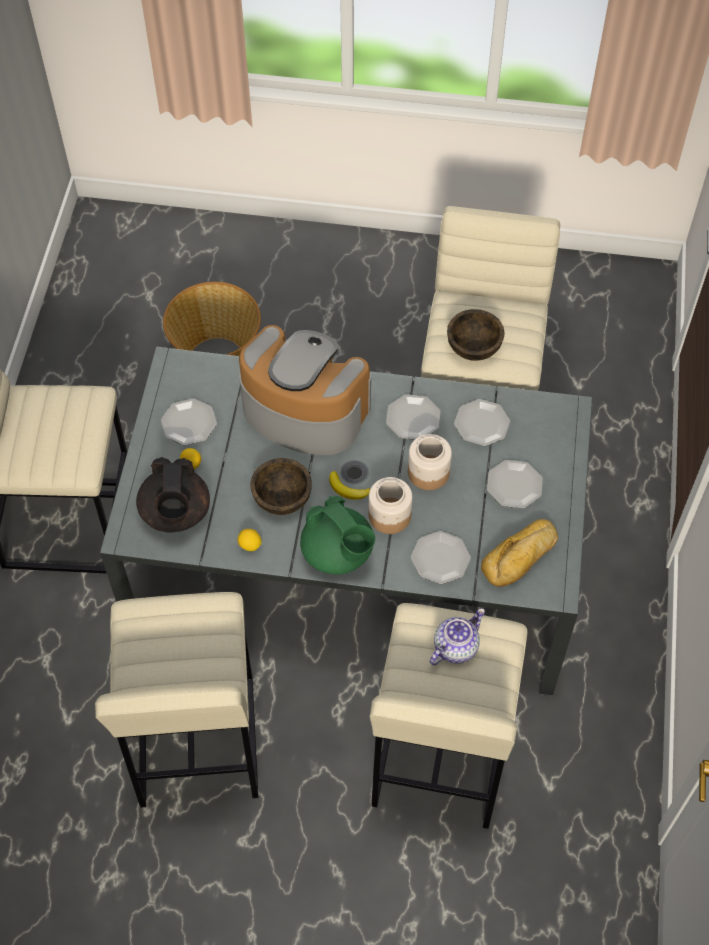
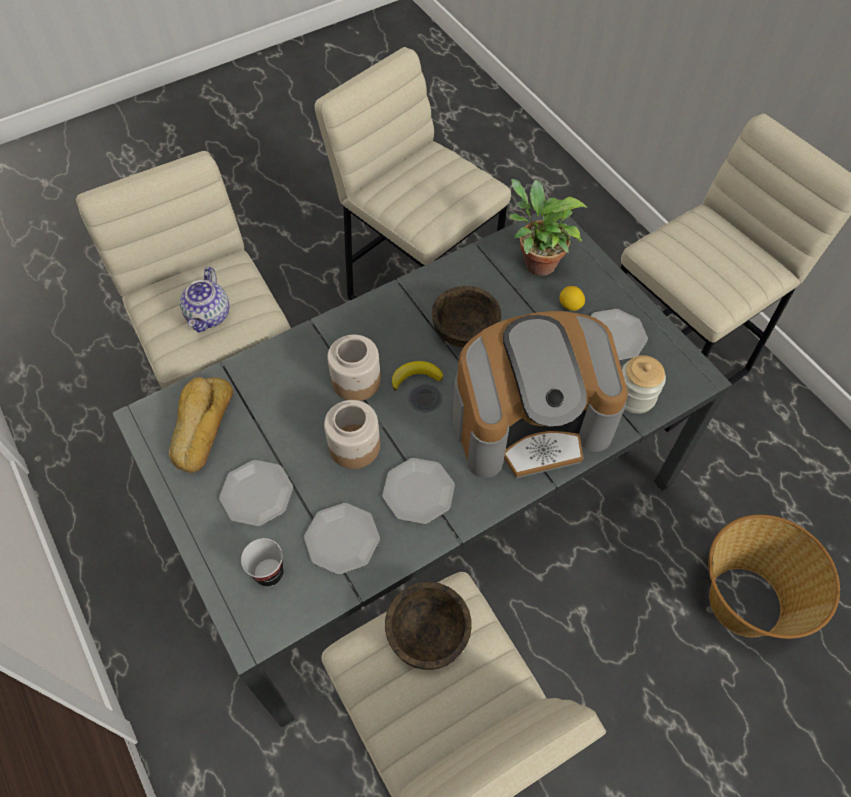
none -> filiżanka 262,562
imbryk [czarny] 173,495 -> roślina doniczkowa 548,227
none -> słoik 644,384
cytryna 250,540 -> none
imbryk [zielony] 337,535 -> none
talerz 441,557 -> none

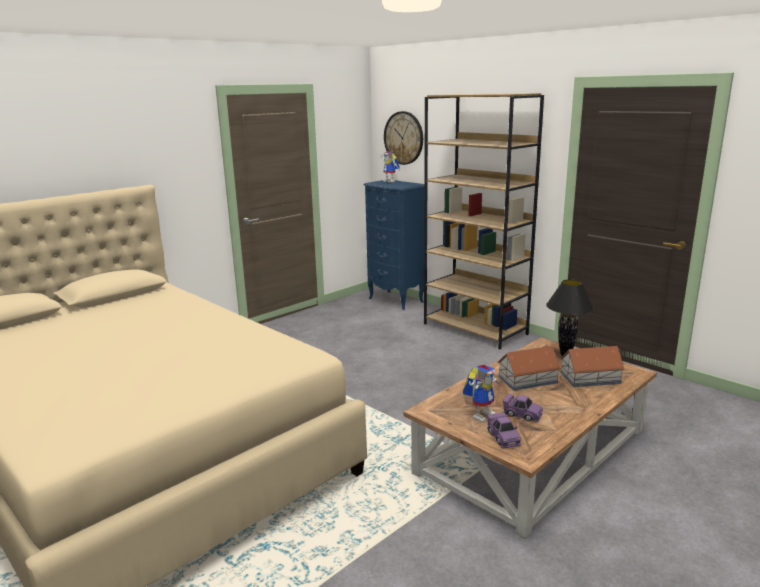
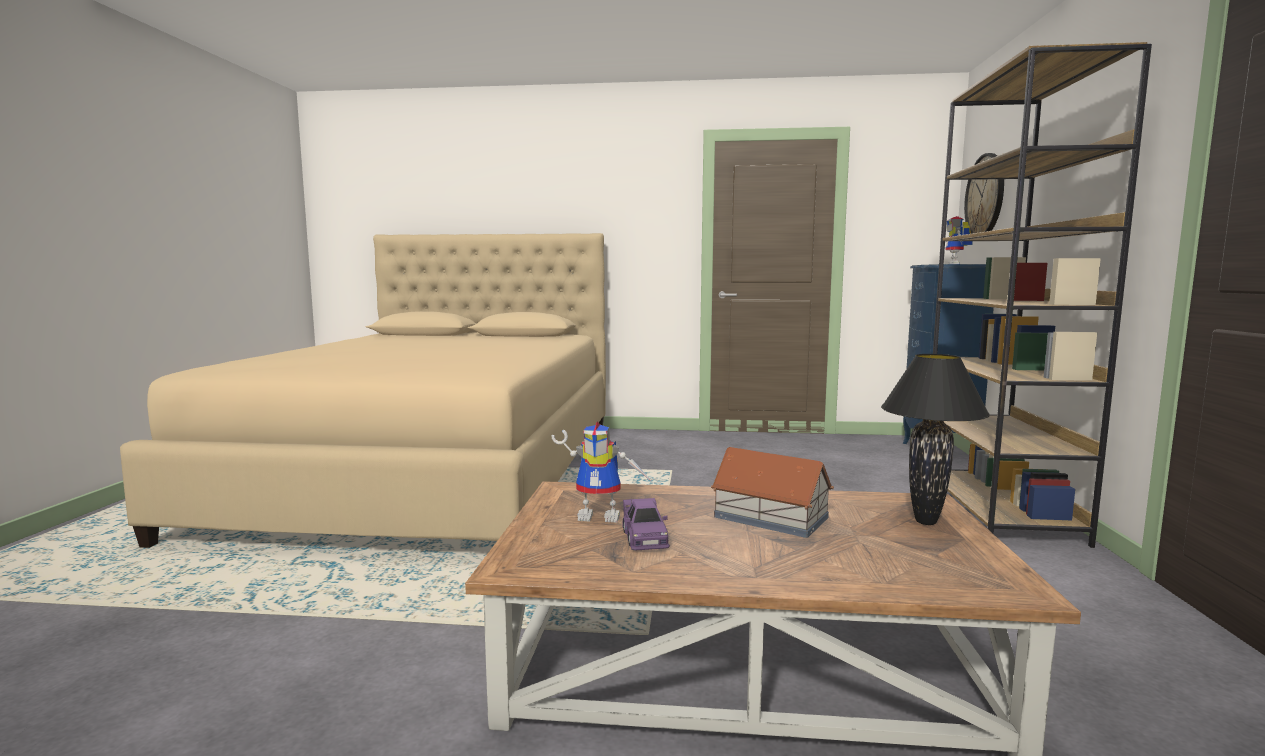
samochodzik [fioletowy] 504,430 -> none
domek 592,366 -> none

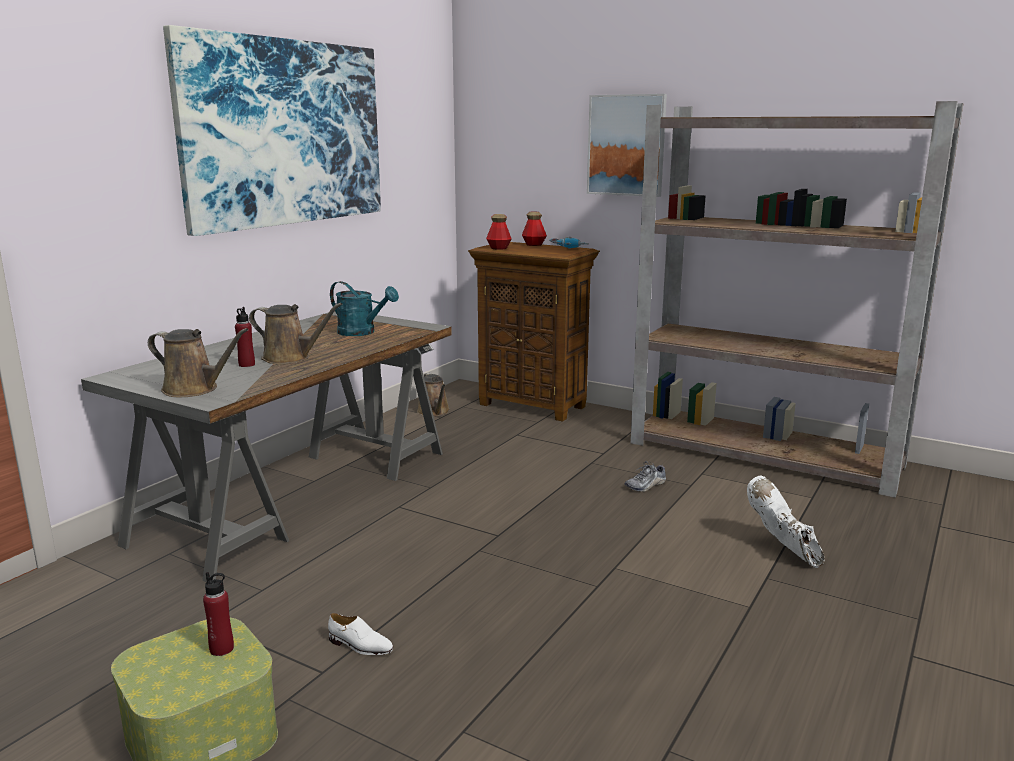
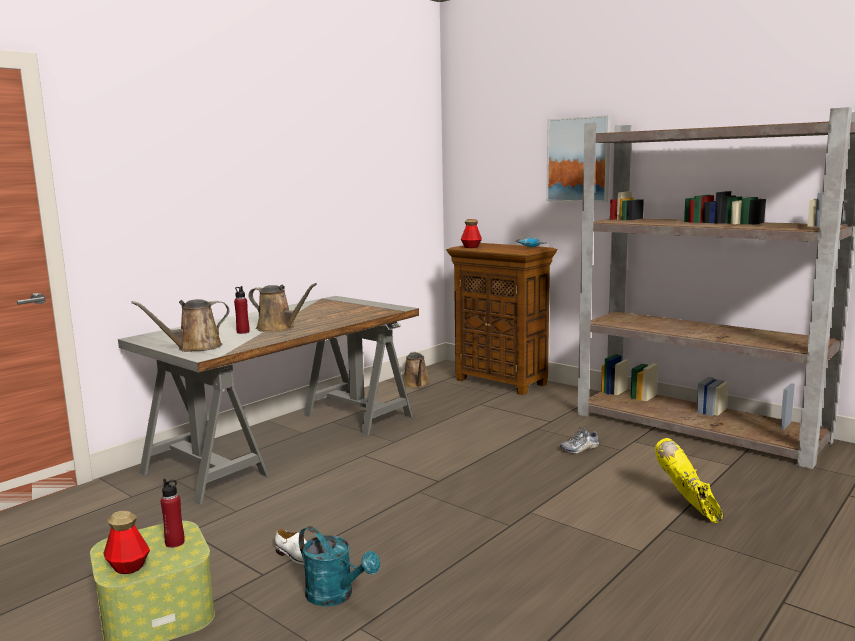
butelka 534,229 -> butelka 126,542, shifted
konewka [brązowy] 198,362 -> konewka [brązowy] 180,325, 120 degrees clockwise
konewka [turkusowy] 364,308 -> konewka [turkusowy] 339,566, shifted
but z cholewką [biały] 785,522 -> but z cholewką [żółty] 689,480
obraz 272,130 -> none

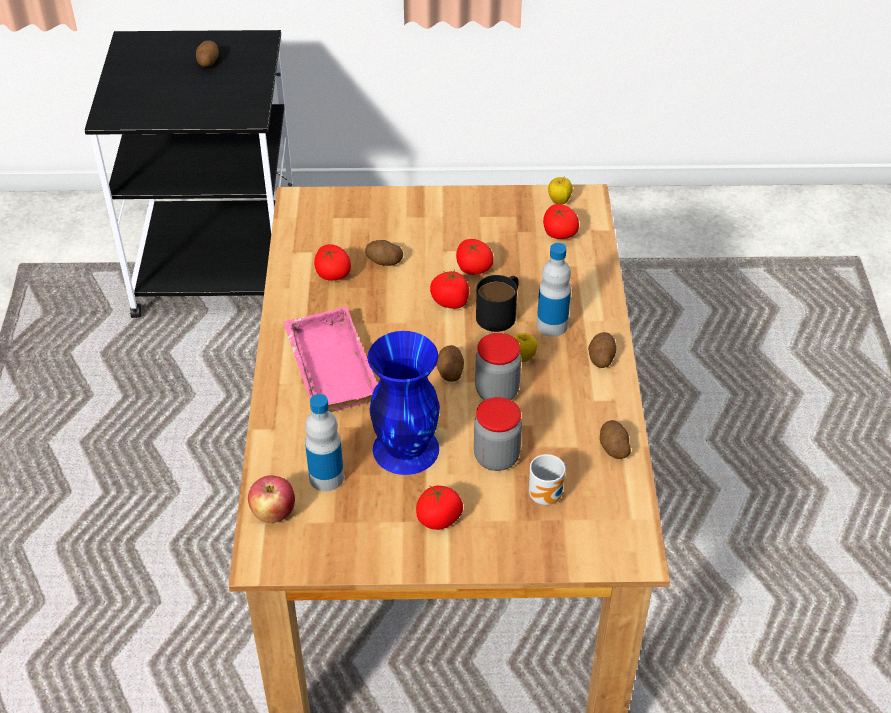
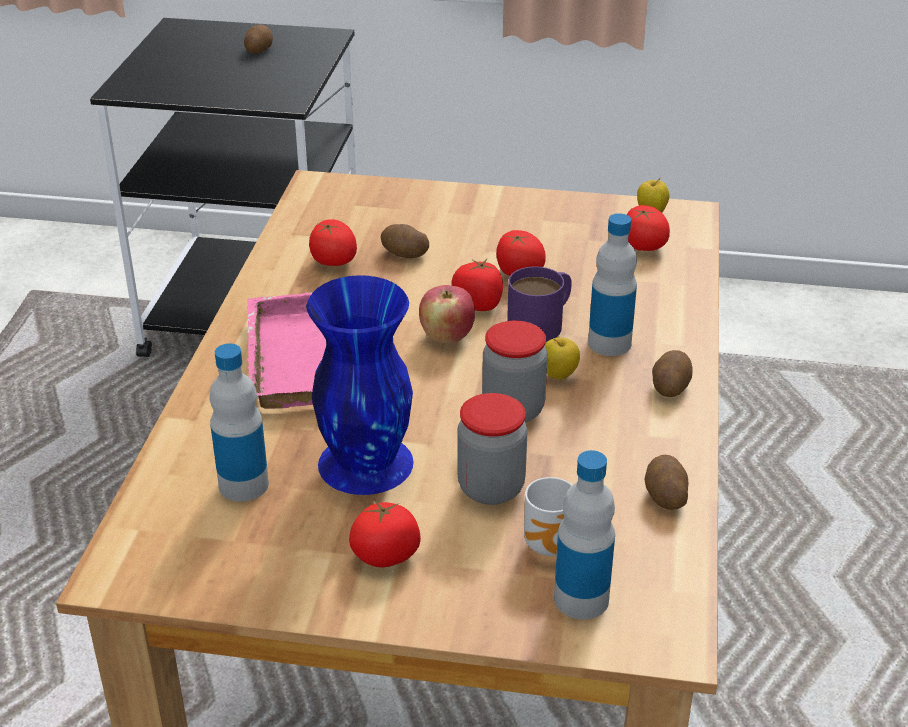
jabłko 271,499 -> jabłko 447,314, shifted
kubek [czarny] 497,303 -> kubek [fioletowy] 539,304
none -> butelka 584,535
ziemniak 450,363 -> none

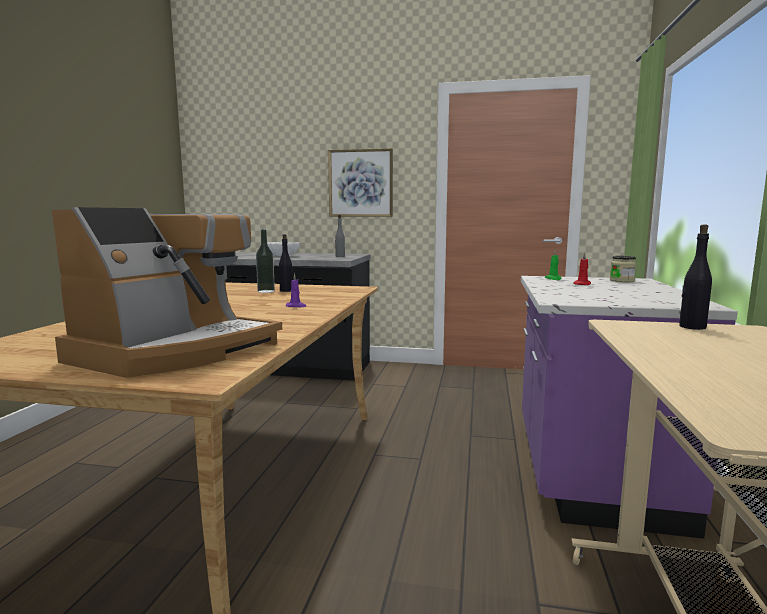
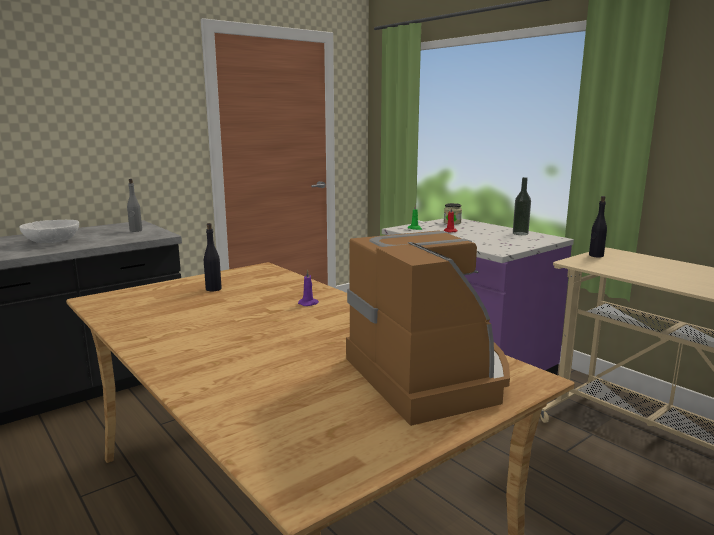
butelka 265,261 -> butelka 522,206, shifted
obraz 360,182 -> none

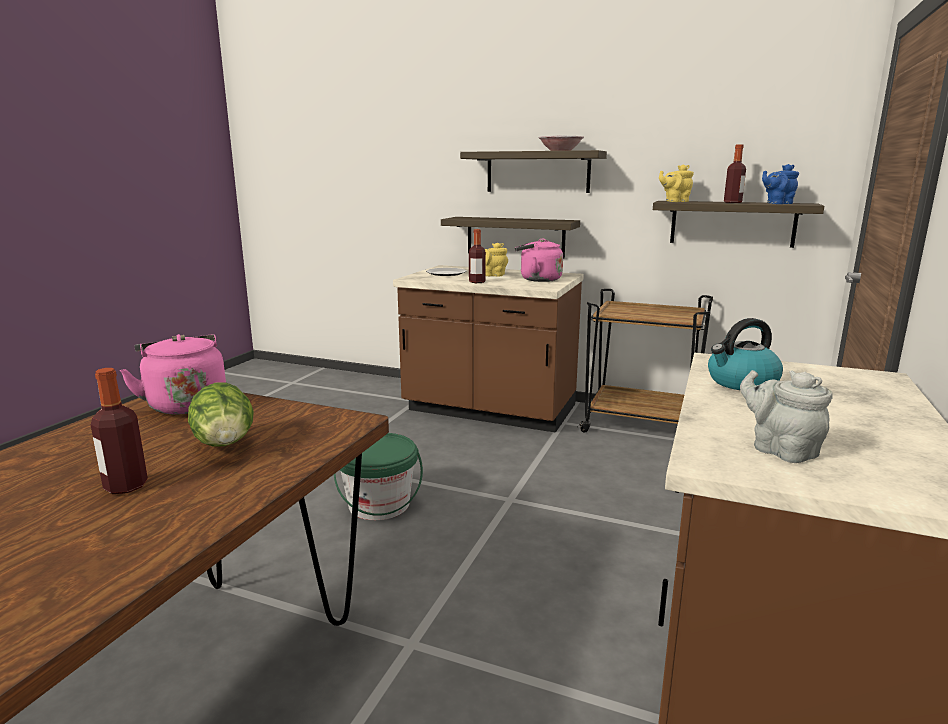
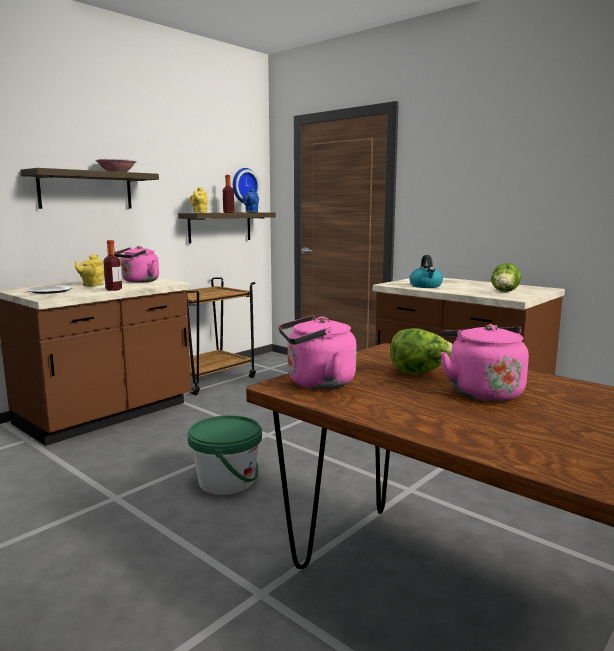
none -> zegar ścienny 246,185
butelka 119,431 -> czajnik [różowy] 484,363
imbryk [szary] 786,416 -> sałata 506,277
półka 510,238 -> none

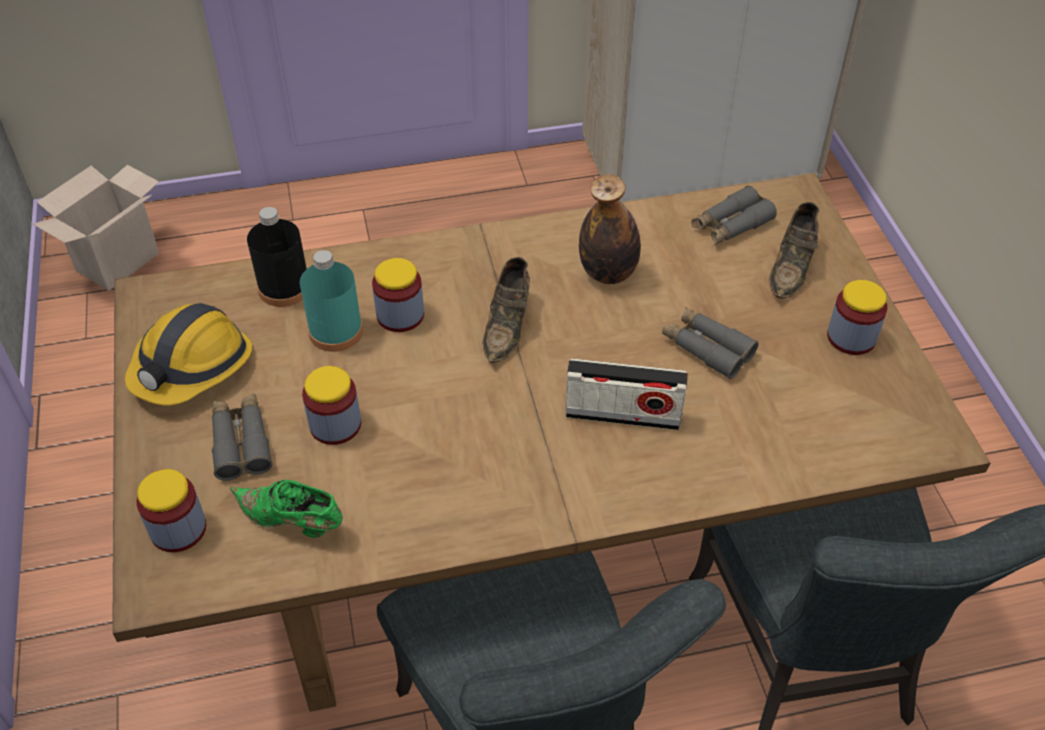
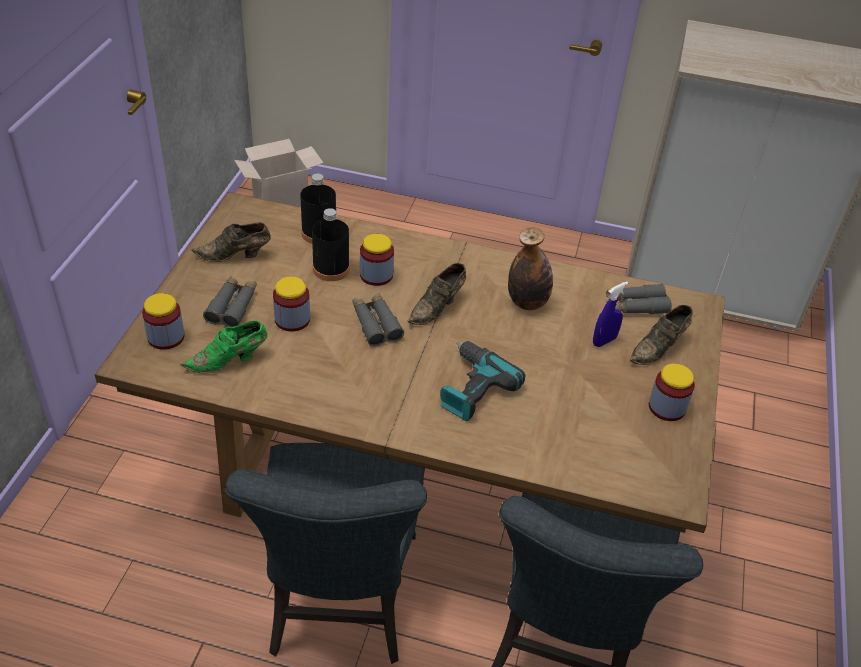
but [zielony] 286,509 -> but [zielony] 224,346, 75 degrees counterclockwise
kask 189,354 -> but [brązowy] 231,242
butelka [turkusowy] 331,301 -> butelka [czarny] 331,244
lornetka [szary] 710,343 -> lornetka [szary] 378,319, shifted
radio 626,394 -> wiertarka 482,381
none -> spryskiwacz [niebieski] 610,314

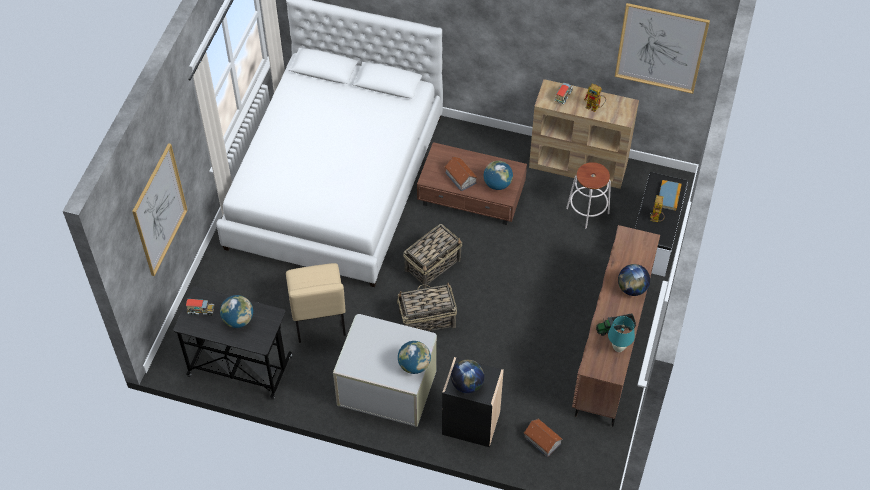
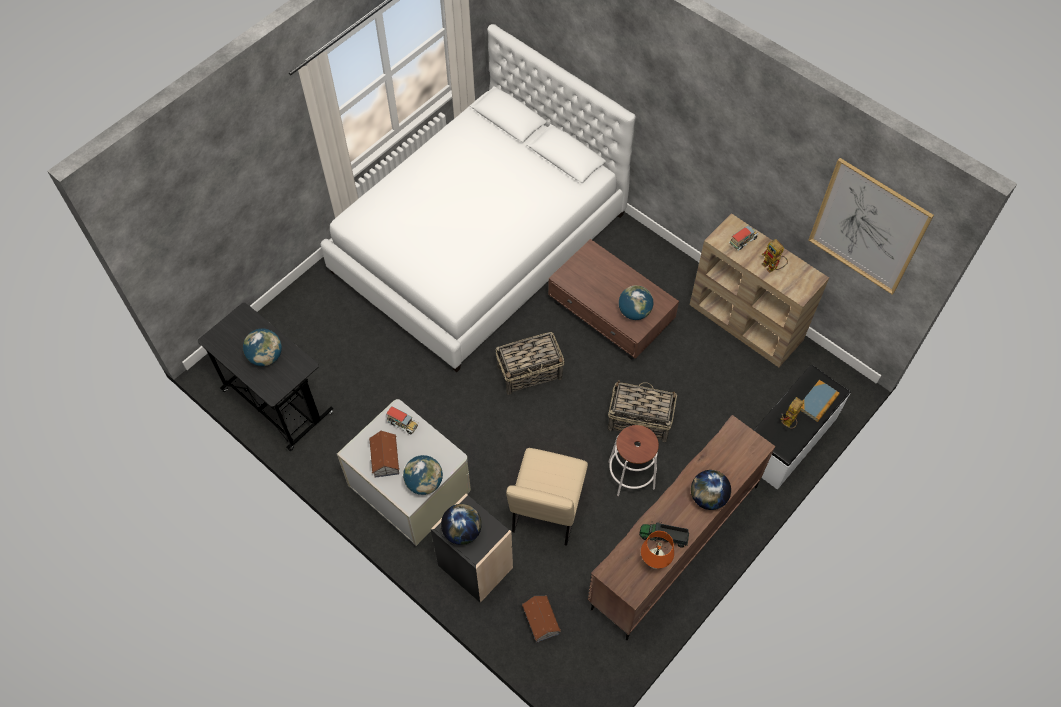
domek 461,174 -> domek 384,454, shifted
ciężarówka zabawkowa 200,307 -> ciężarówka zabawkowa 403,420, shifted
krzesło [beżowy] 316,303 -> krzesło [beżowy] 547,497, shifted
koszyk 427,307 -> koszyk 642,411, shifted
stołek [biały] 588,195 -> stołek [biały] 633,460, shifted
lampa stołowa [turkusowy] 621,334 -> lampa stołowa [pomarańczowy] 657,550
obraz 160,209 -> none

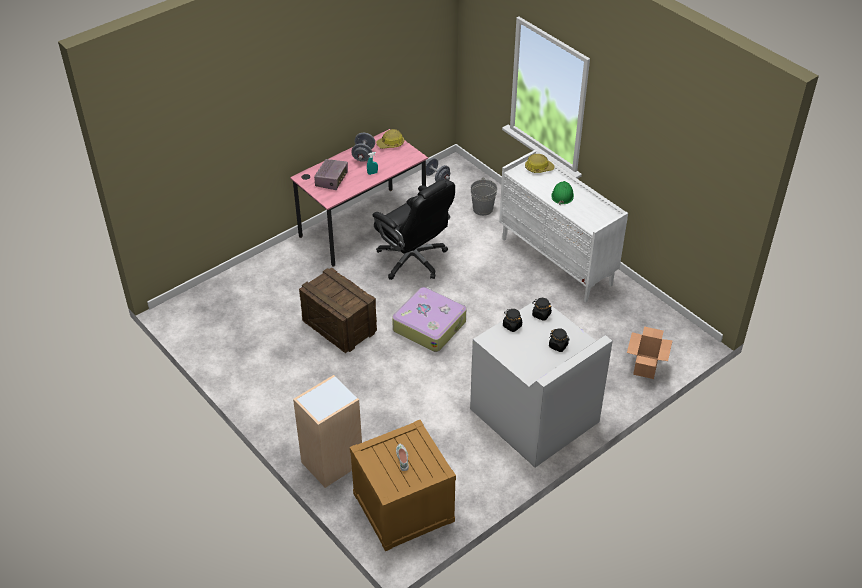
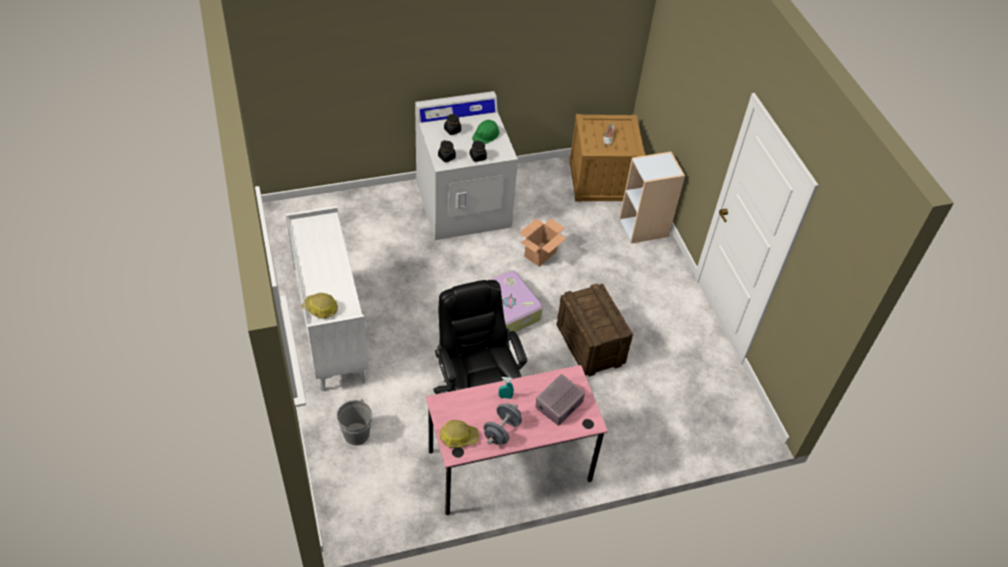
kask [zielony] 562,193 -> kask [zielony] 485,132, shifted
karton 650,352 -> karton 542,242, shifted
hantel [szary] 438,170 -> none

